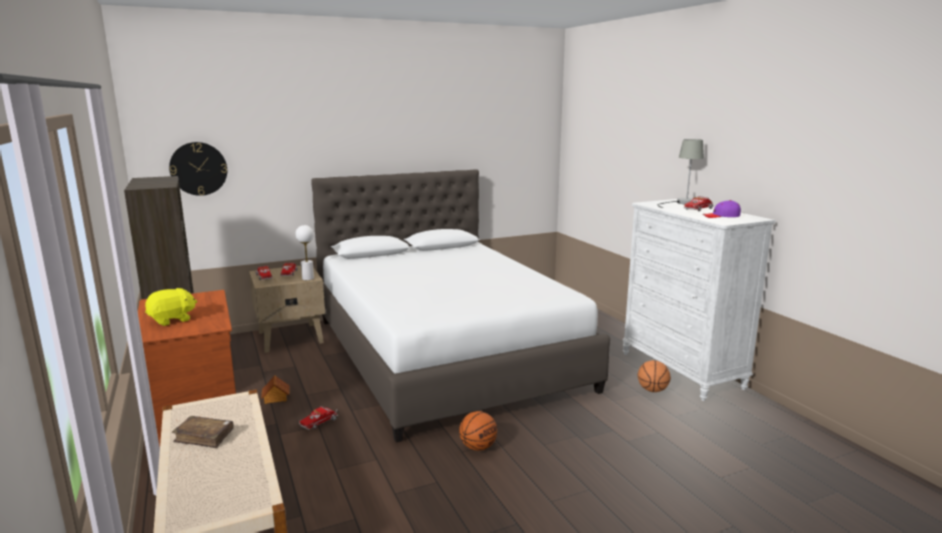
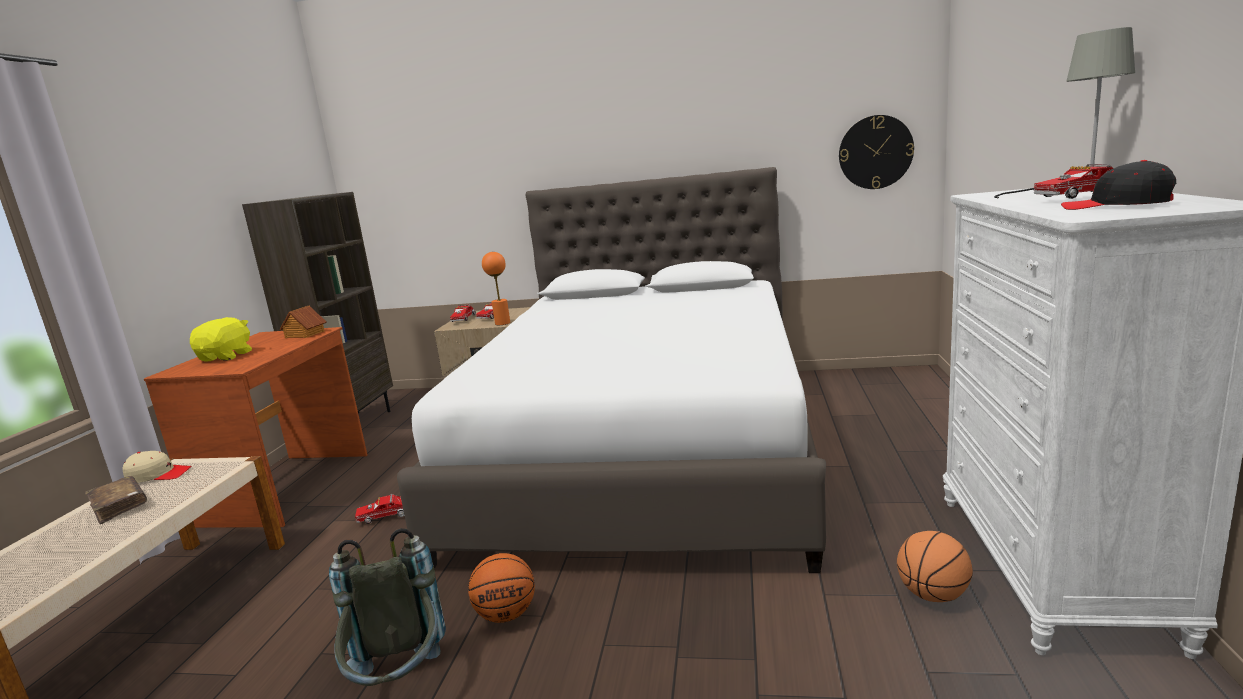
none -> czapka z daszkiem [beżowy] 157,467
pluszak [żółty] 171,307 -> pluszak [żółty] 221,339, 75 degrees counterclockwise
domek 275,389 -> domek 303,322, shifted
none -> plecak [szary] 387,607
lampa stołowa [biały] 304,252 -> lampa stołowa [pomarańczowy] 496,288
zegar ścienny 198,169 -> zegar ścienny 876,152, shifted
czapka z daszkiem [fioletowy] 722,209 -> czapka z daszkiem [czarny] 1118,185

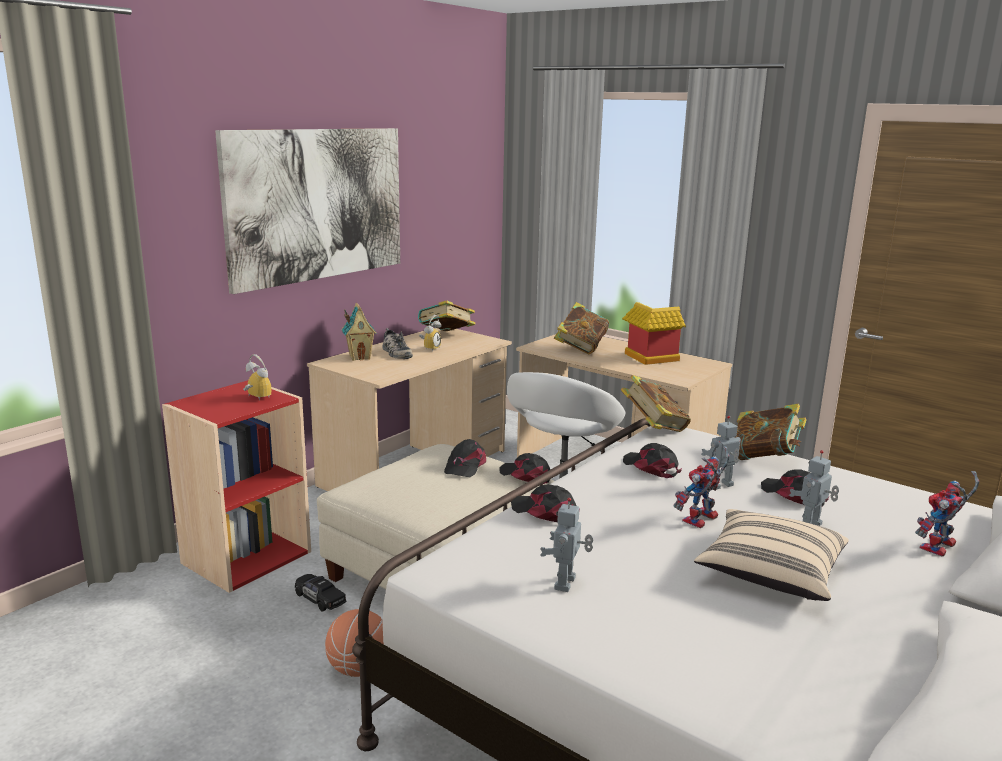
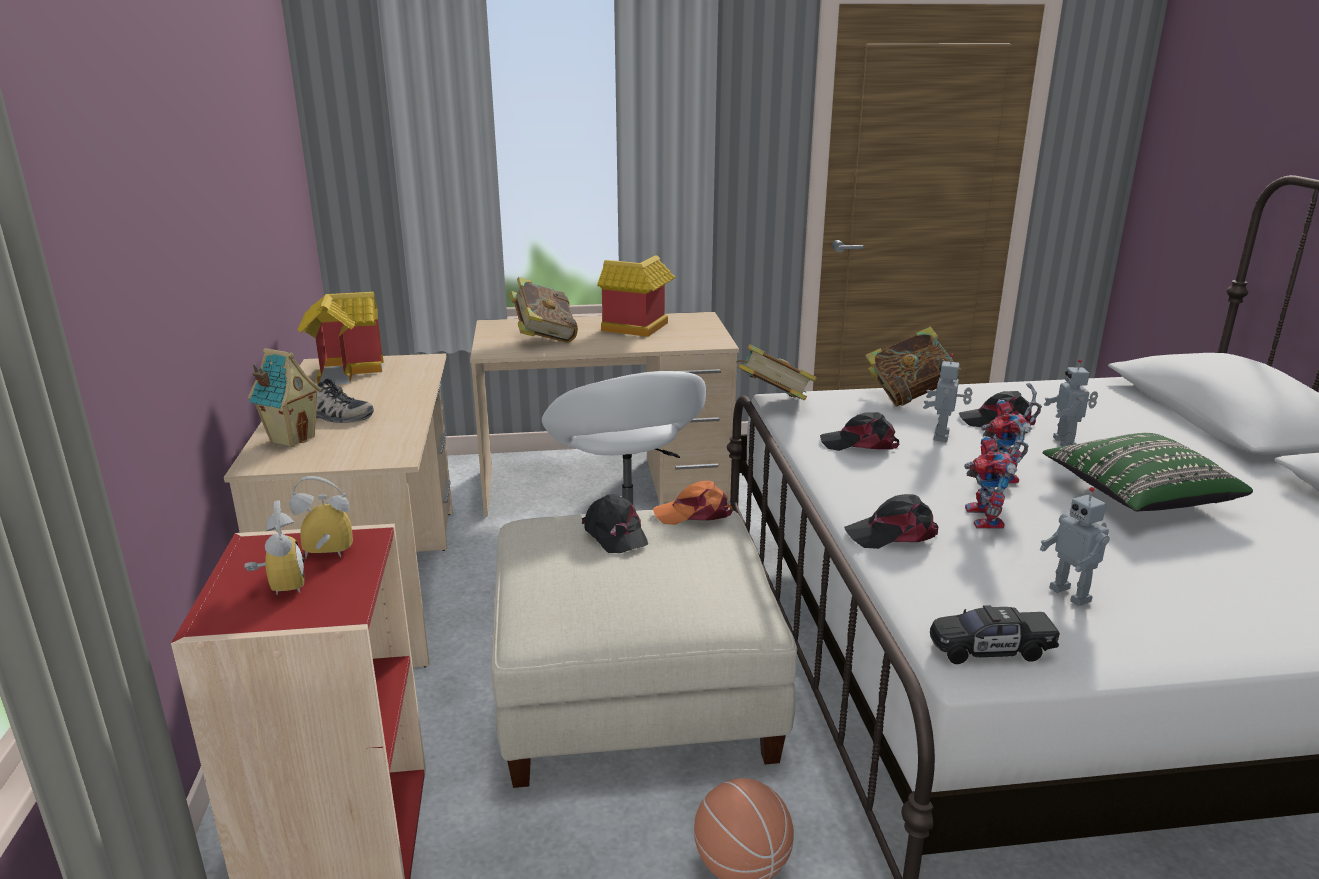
budzik 430,333 -> budzik 274,547, shifted
książka 446,315 -> domek 341,338
czapka z daszkiem [czarny] 524,468 -> czapka z daszkiem [pomarańczowy] 693,503
samochodzik [czarny] 320,593 -> samochodzik [czarny] 995,634, shifted
robot zabawkowy 947,513 -> robot zabawkowy 996,474, shifted
poduszka [beżowy] 771,555 -> poduszka [zielony] 1148,472
obraz 307,211 -> none

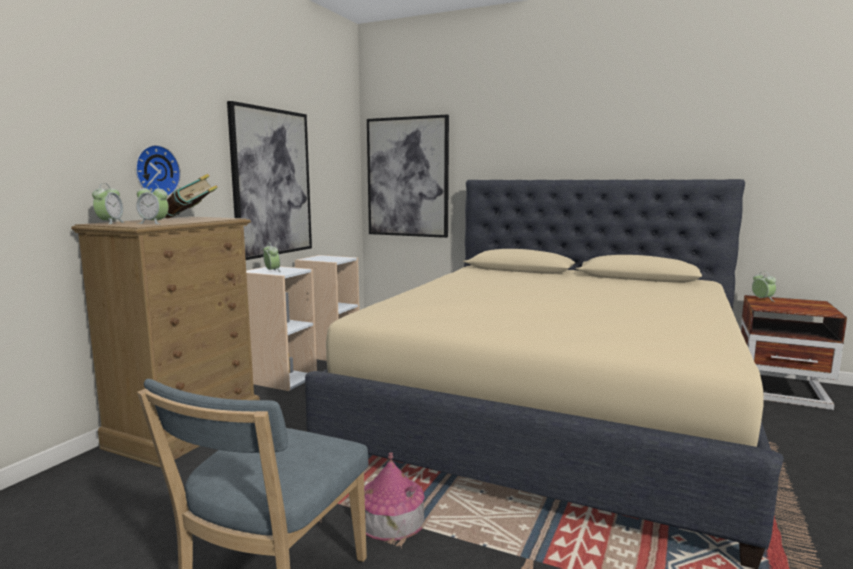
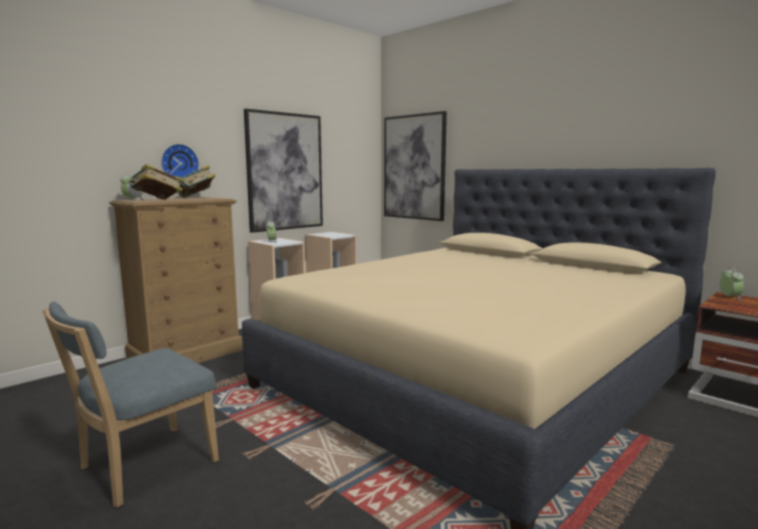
budzik 152,203 -> książka 155,182
domek 394,496 -> none

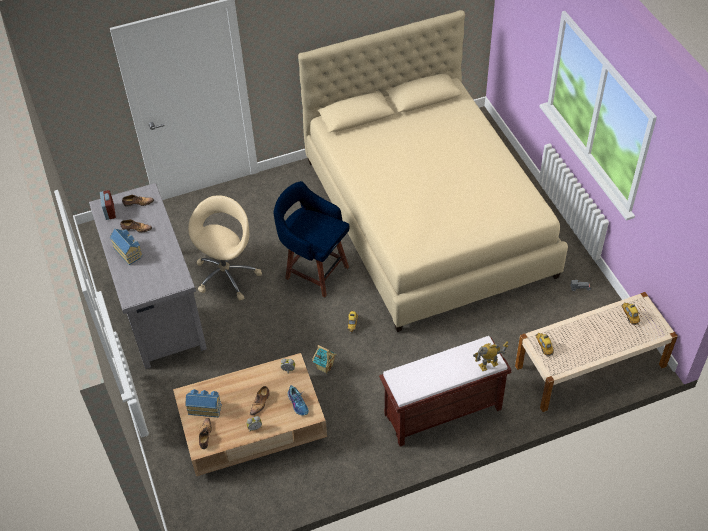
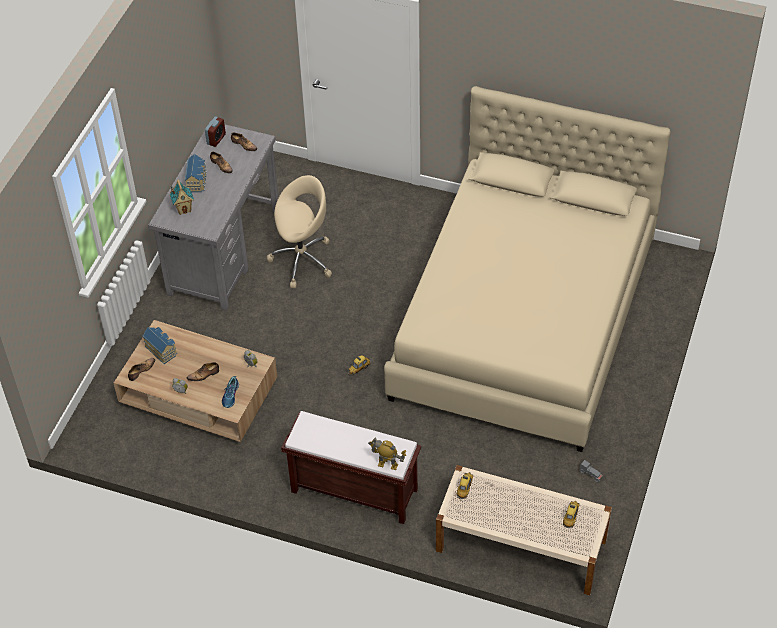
domek 324,359 -> domek 182,197, shifted
stołek [niebieski] 311,239 -> none

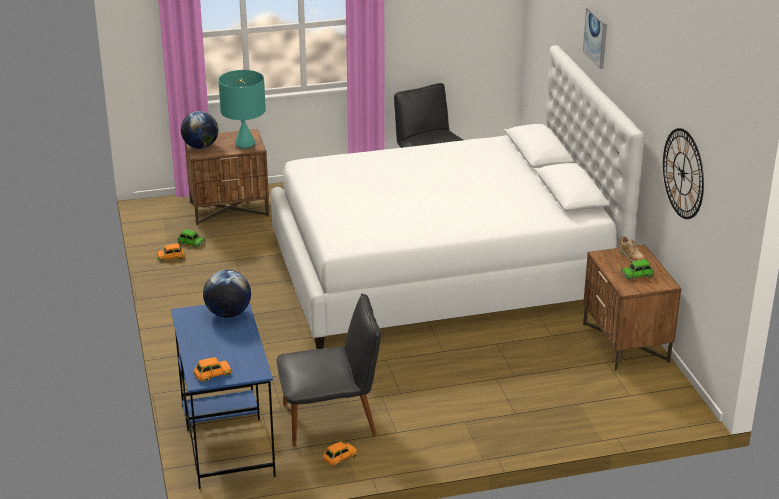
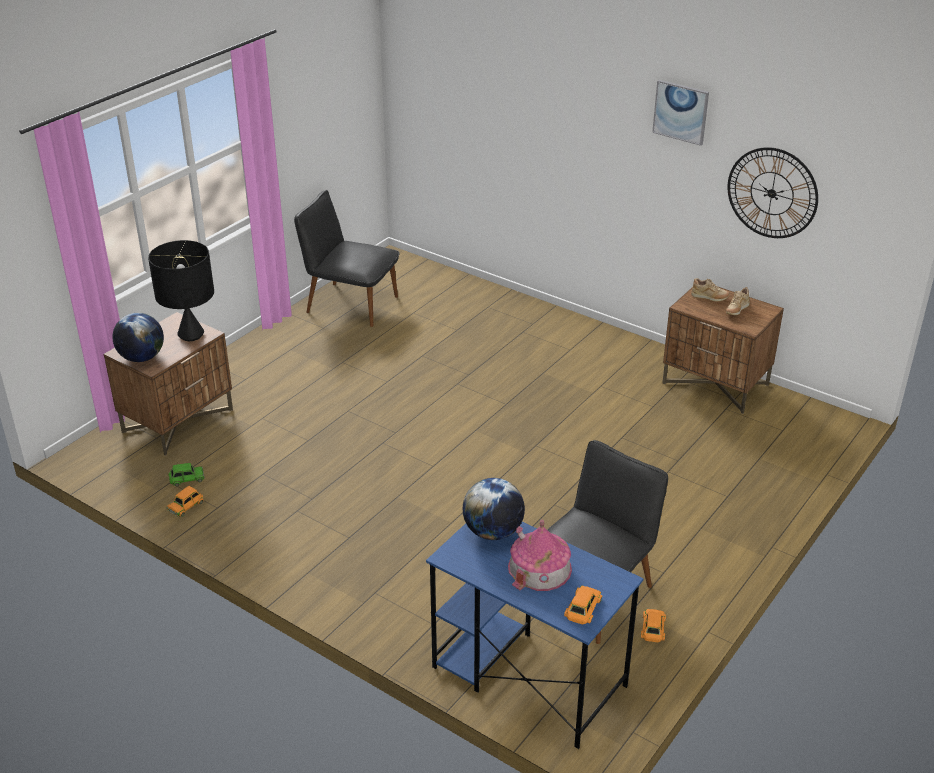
lampa stołowa [turkusowy] 242,109 -> lampa stołowa [czarny] 181,290
none -> domek 540,555
obraz 595,38 -> obraz 680,113, shifted
samochodzik [zielony] 637,270 -> but [beżowy] 738,301
łóżko [biały] 458,197 -> none

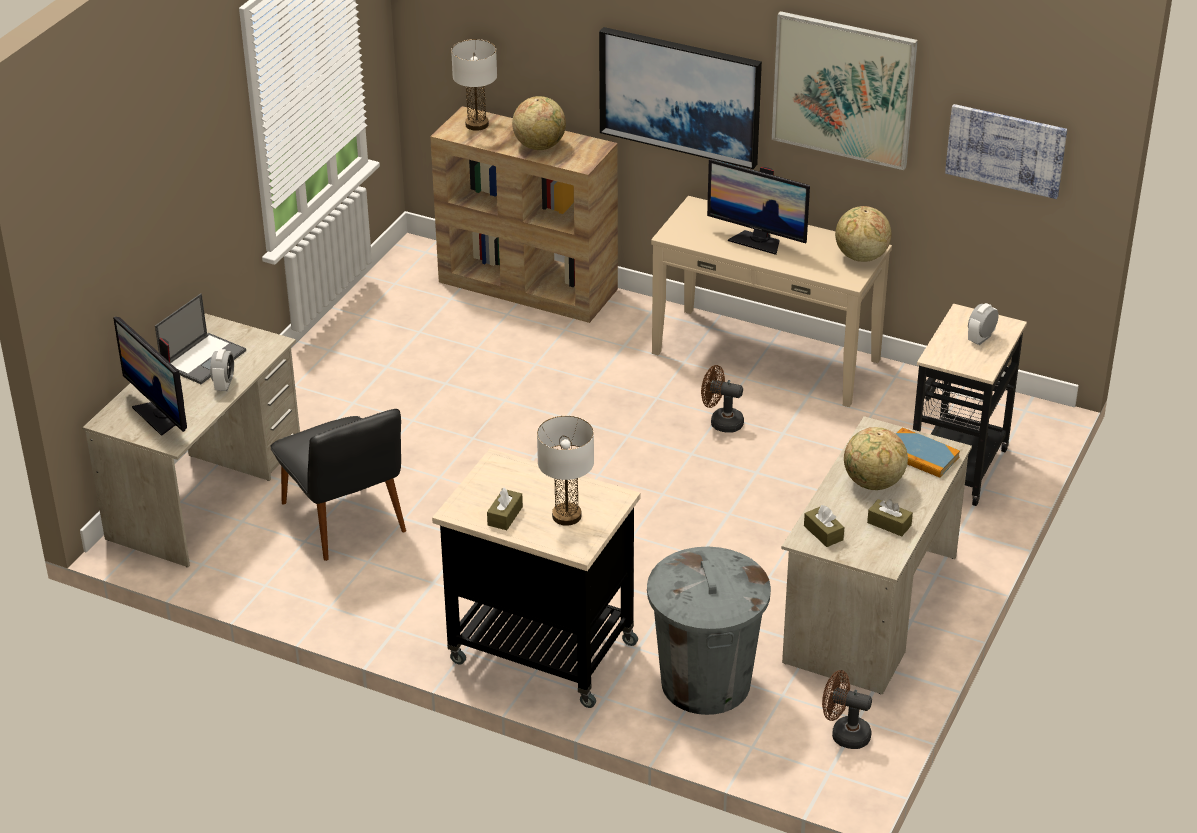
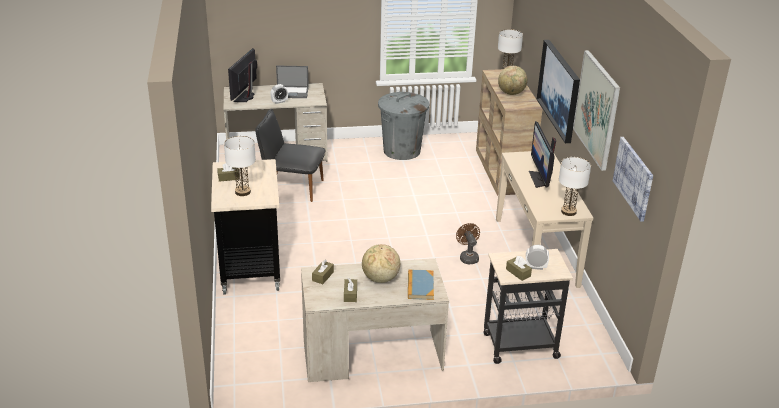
krzesło [czarny] 338,485 -> krzesło [czarny] 290,155, 75 degrees clockwise
kosz na śmieci [szary] 709,631 -> kosz na śmieci [szary] 403,126, shifted
none -> pudełko chusteczek [brązowy] 519,268
globus 863,234 -> lampa stołowa 575,186
wentylator [brązowy] 847,709 -> none

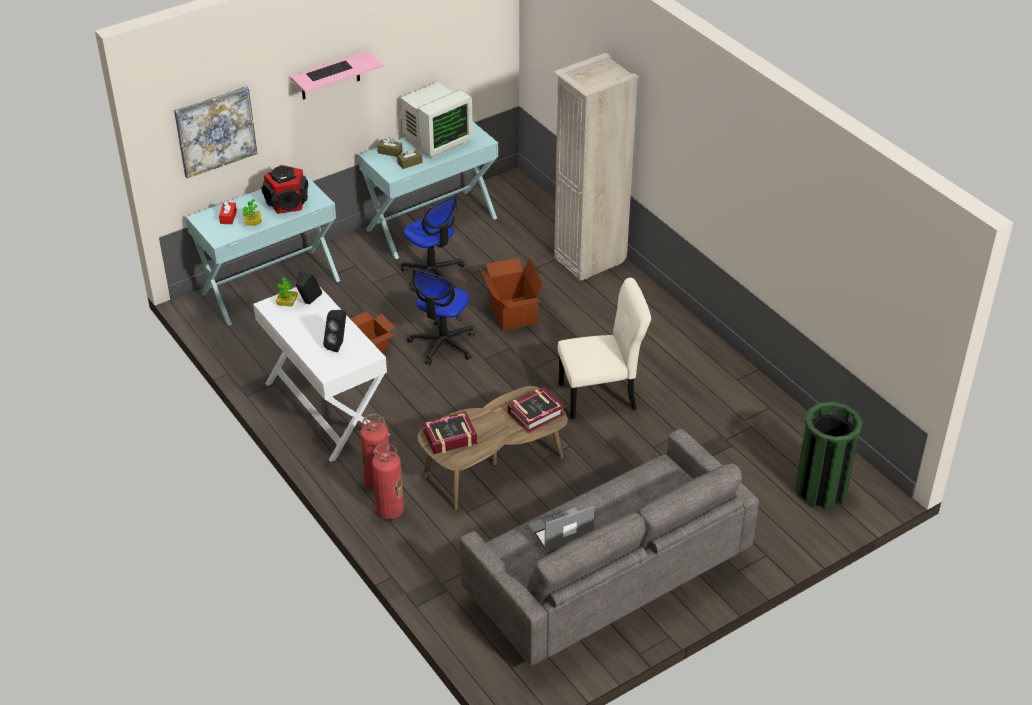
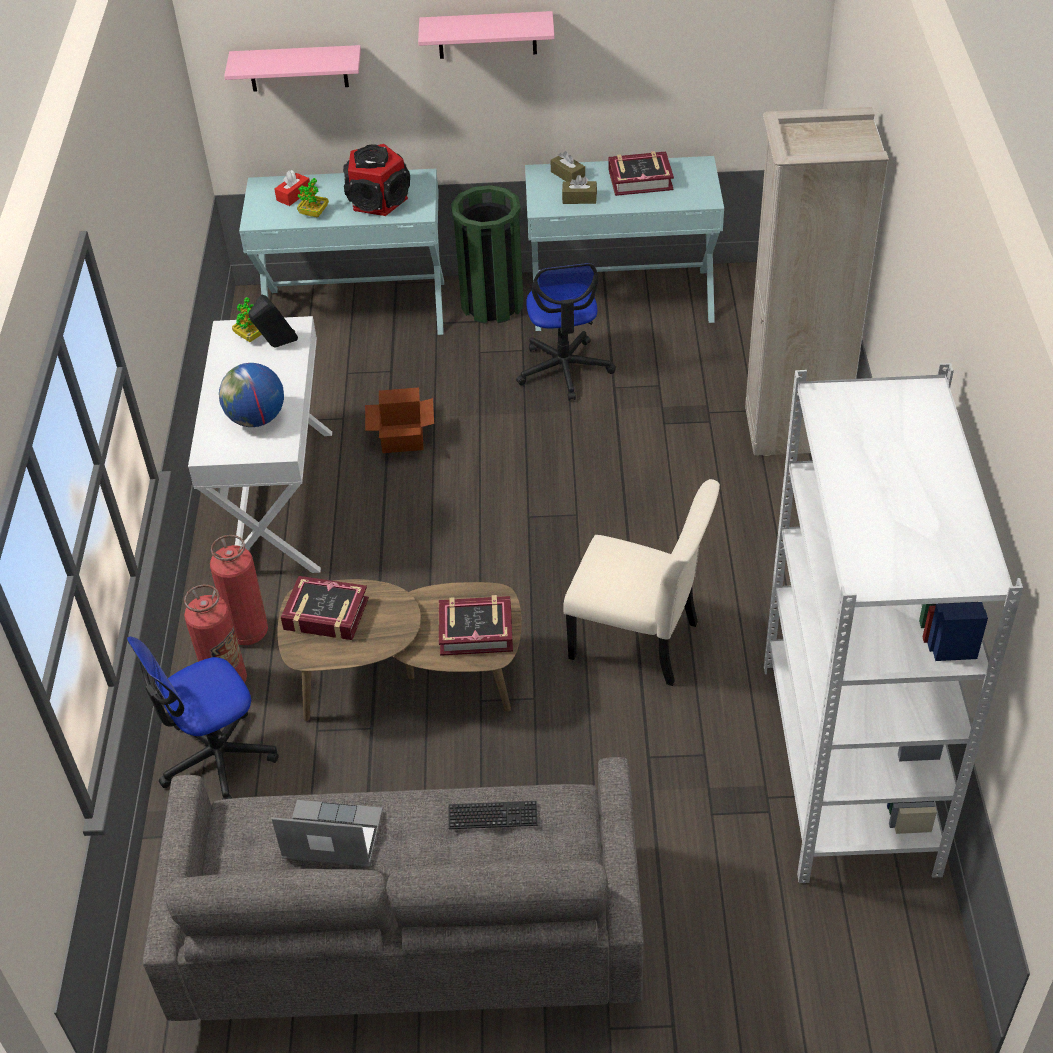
krzesło biurowe 441,317 -> krzesło biurowe 202,718, shifted
głośnik [czarny] 334,331 -> globus 251,395
obraz 215,132 -> półka [różowy] 292,68
klawiatura 329,70 -> klawiatura 492,815, shifted
kosz na śmieci [zielony] 829,455 -> kosz na śmieci [zielony] 487,254, shifted
monitor 436,120 -> książka 641,173
none -> regał [biały] 893,623
karton 511,294 -> none

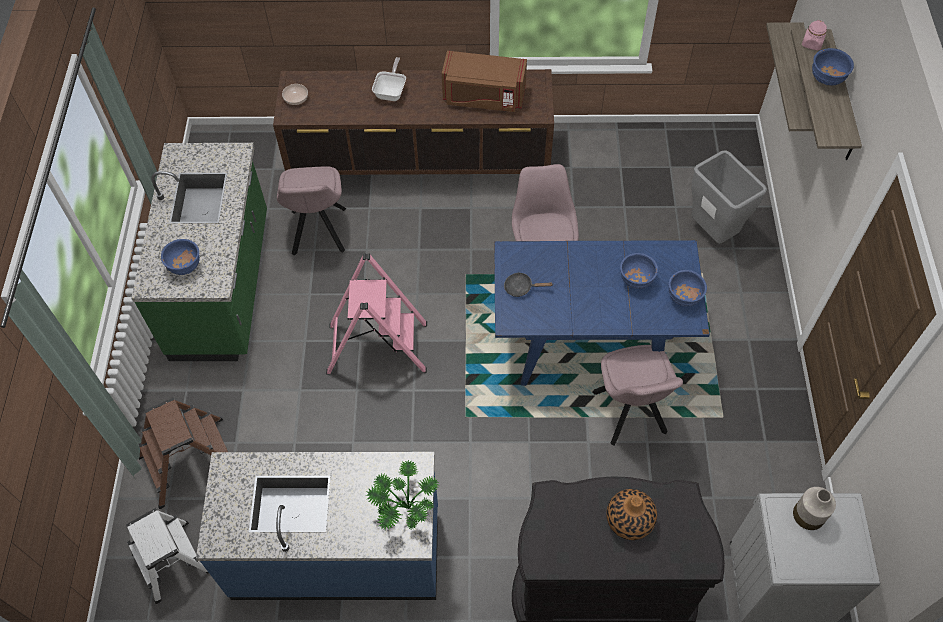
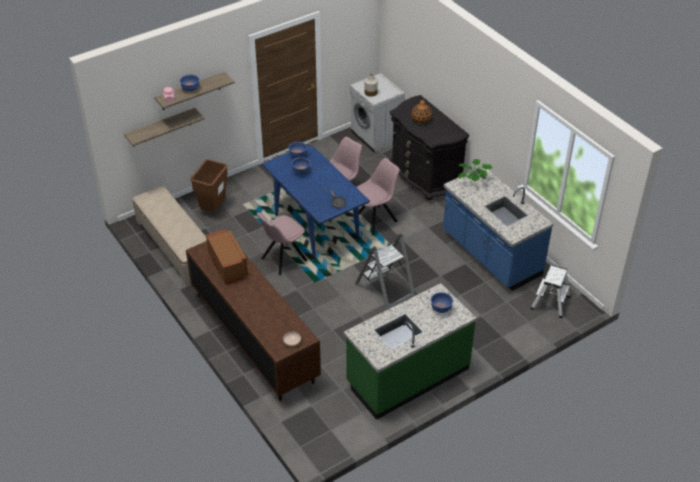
none -> ławka [beżowy] 170,236
kosz na śmieci [szary] 729,197 -> kosz na śmieci [brązowy] 209,186
krzesło [różowy] 311,211 -> krzesło [różowy] 376,196, shifted
drabinka [różowy] 376,314 -> drabinka [szary] 385,272
drabinka [brązowy] 183,453 -> none
patelnia 389,79 -> none

